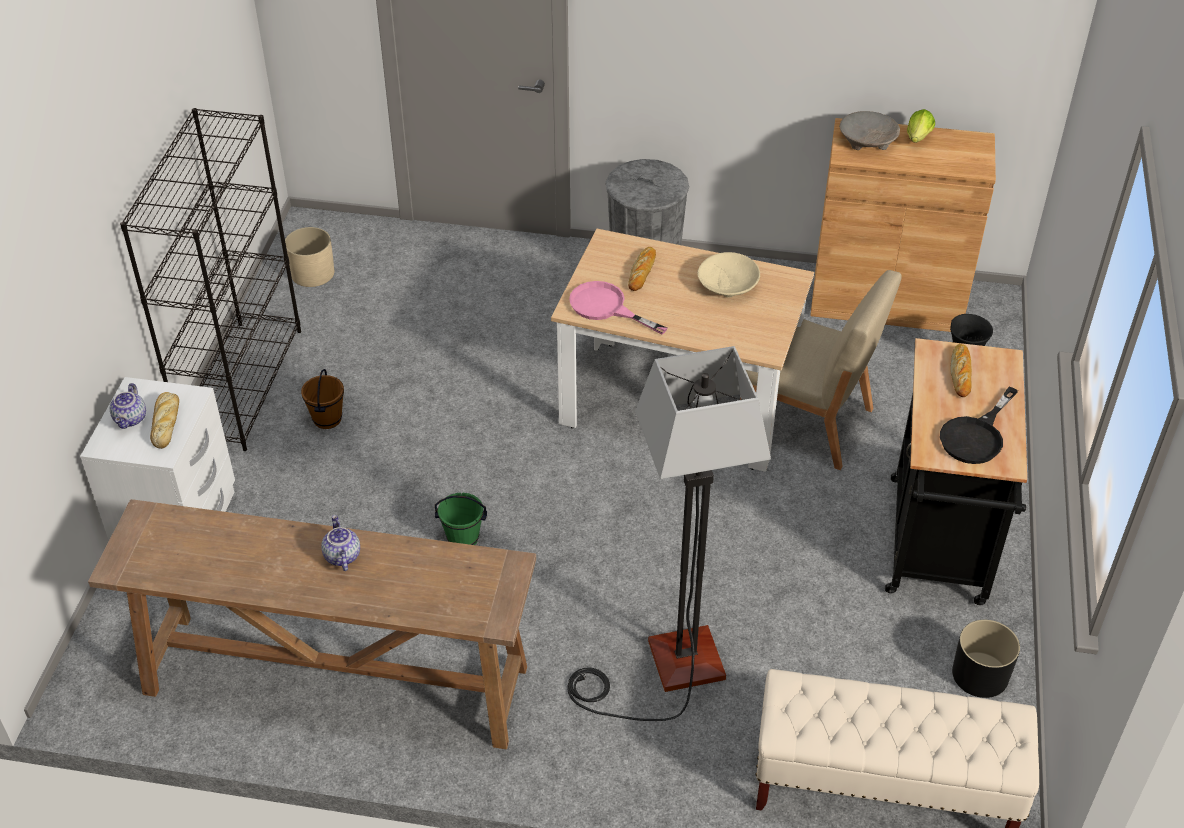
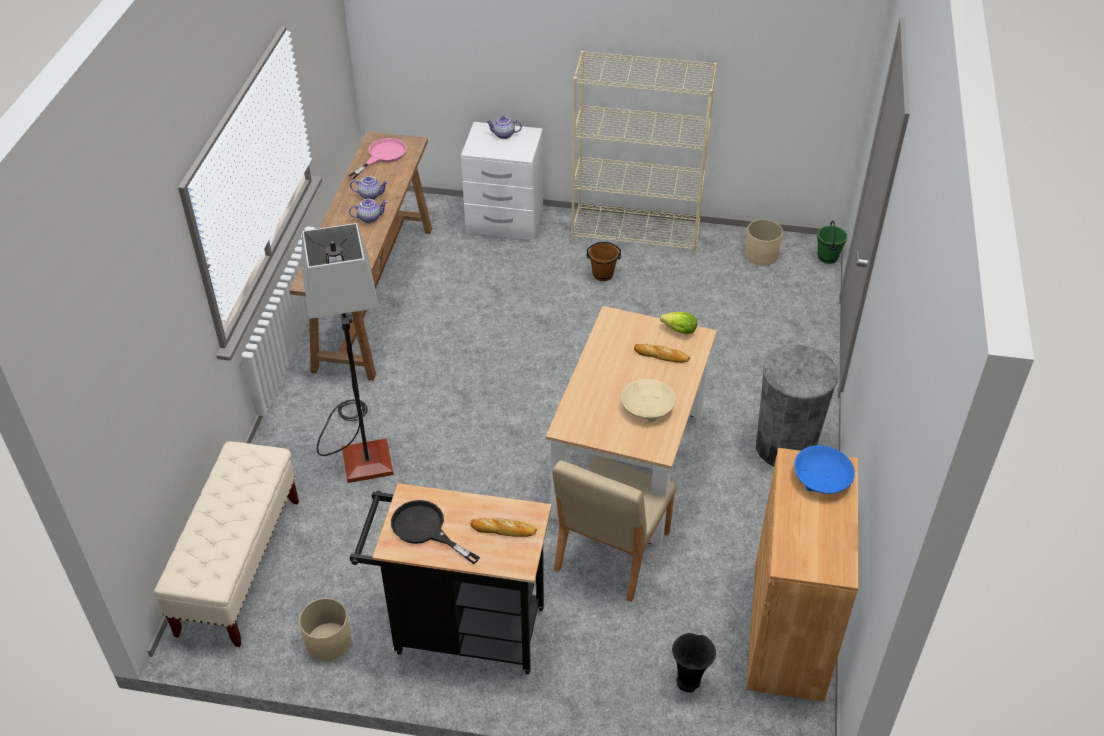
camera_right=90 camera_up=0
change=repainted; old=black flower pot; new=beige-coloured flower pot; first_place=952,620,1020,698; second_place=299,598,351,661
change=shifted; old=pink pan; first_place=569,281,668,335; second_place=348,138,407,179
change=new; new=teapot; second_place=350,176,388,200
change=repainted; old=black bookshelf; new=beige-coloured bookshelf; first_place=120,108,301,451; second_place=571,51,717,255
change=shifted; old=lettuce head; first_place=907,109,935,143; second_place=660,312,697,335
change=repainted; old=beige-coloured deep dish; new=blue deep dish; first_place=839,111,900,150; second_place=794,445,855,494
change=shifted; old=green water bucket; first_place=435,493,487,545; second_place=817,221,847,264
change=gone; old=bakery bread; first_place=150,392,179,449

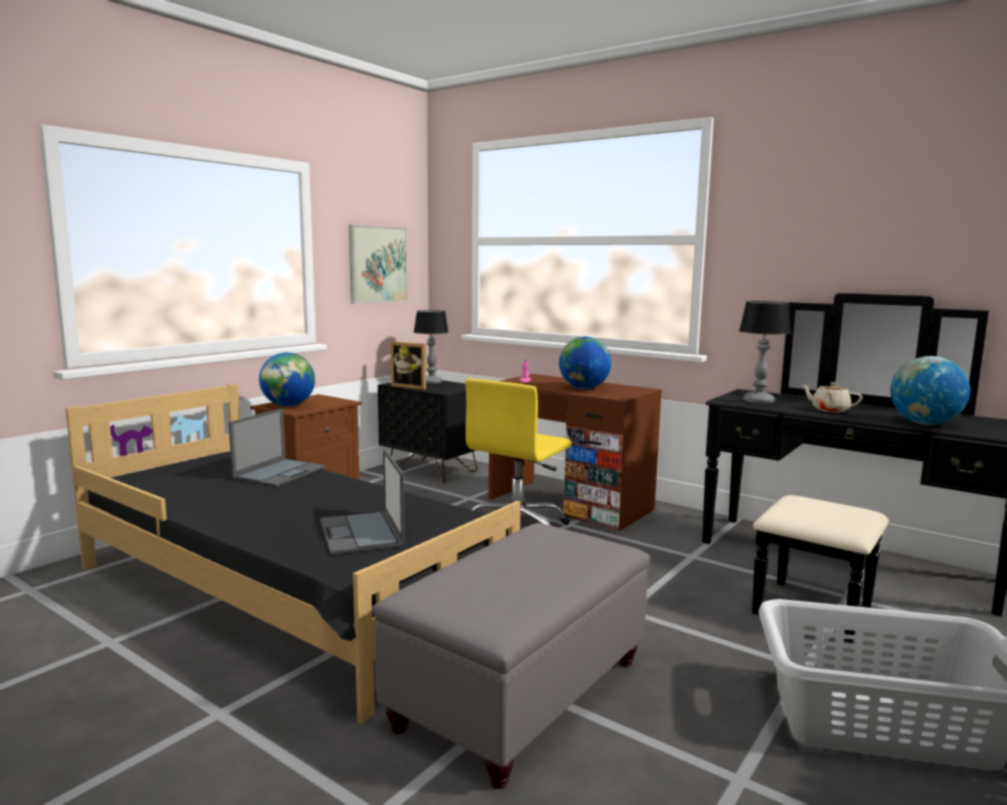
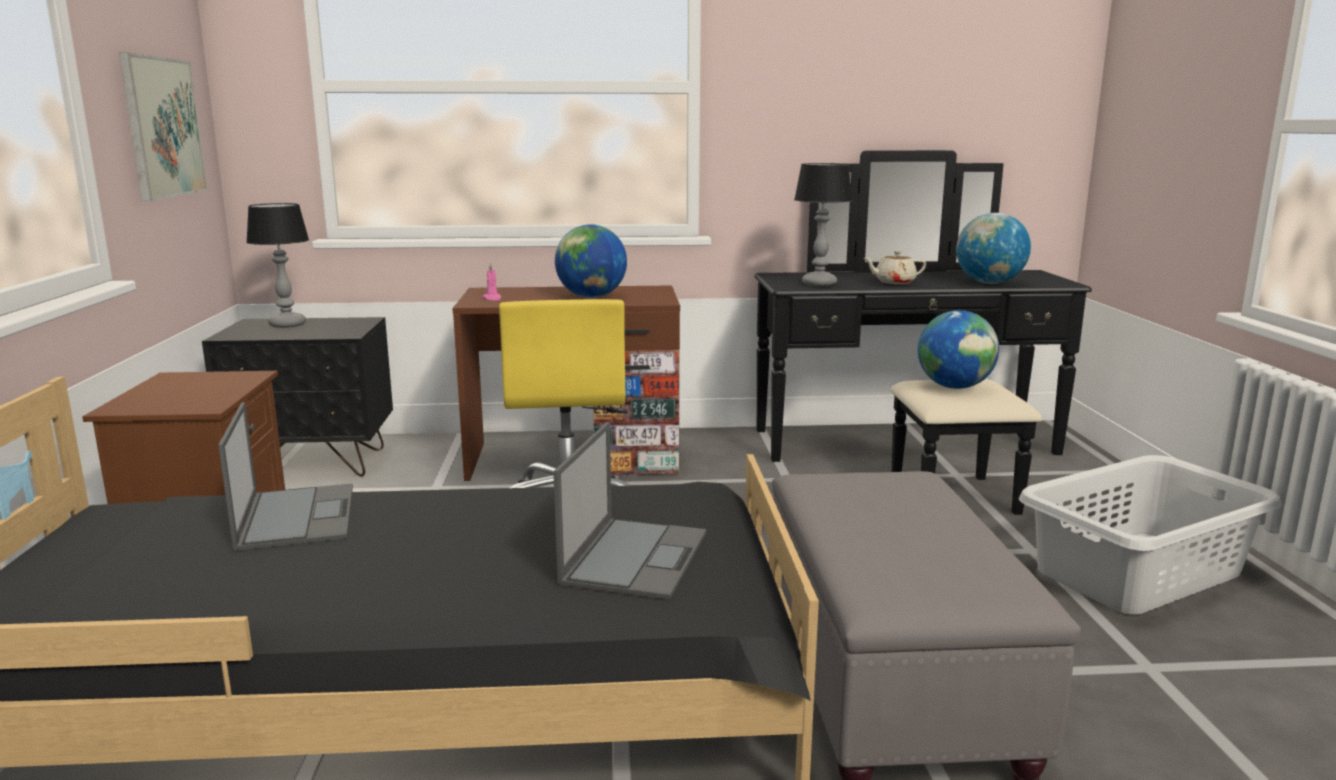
camera_right=-40 camera_up=5
change=rotated; old=portable computer; first_place=320,449,405,555; second_place=553,422,706,600; degrees=-105
change=shifted; old=globe; first_place=259,352,315,406; second_place=918,310,999,389
change=gone; old=photo frame; first_place=390,341,426,390

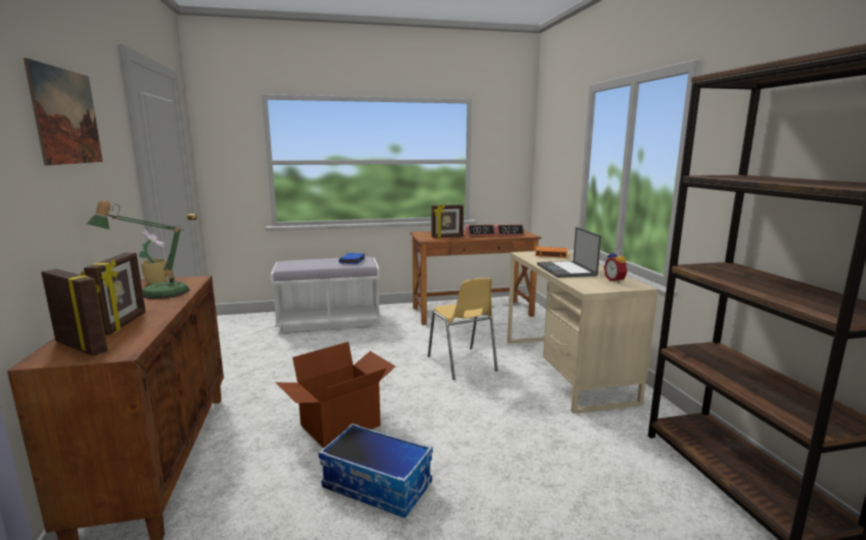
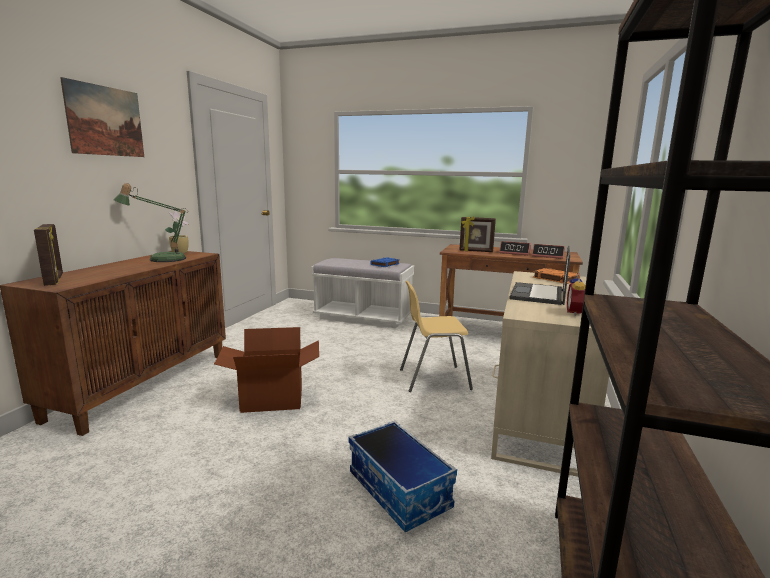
camera_right=30 camera_up=0
change=shifted; old=storage box; first_place=318,423,433,518; second_place=349,421,457,532
change=rotated; old=yellowish chair; first_place=428,278,498,380; second_place=400,281,473,392; degrees=75
change=gone; old=photo frame; first_place=84,252,146,335

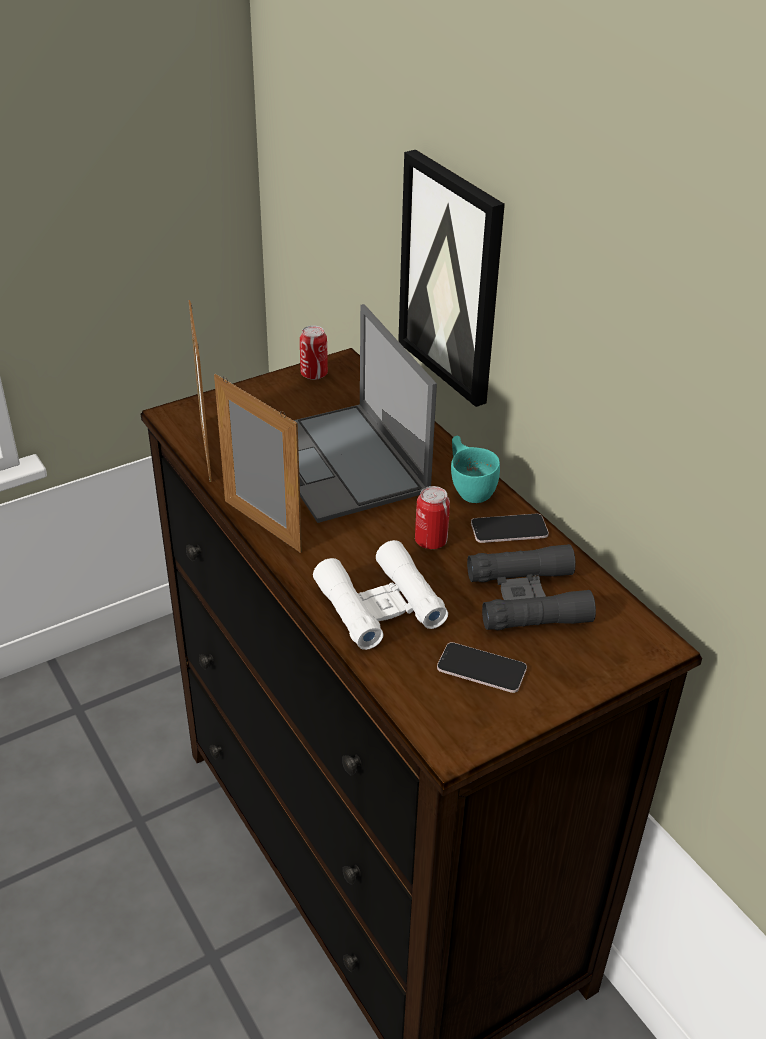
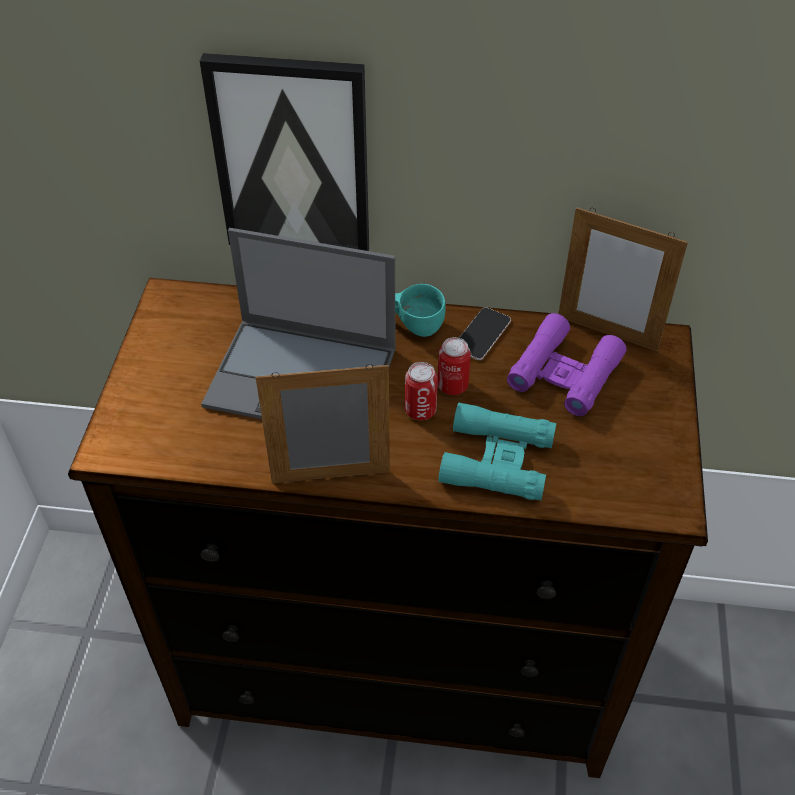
camera_right=-50 camera_up=10
change=shifted; old=can; first_place=300,325,328,380; second_place=405,362,438,420
change=repainted; old=whitish binoculars; new=blue-green binoculars; first_place=313,540,448,650; second_place=438,402,556,500
change=repainted; old=black binoculars; new=purplish binoculars; first_place=467,544,596,630; second_place=507,313,627,416
change=shifted; old=photo frame; first_place=189,300,212,482; second_place=559,207,688,352
change=gone; old=handset; first_place=437,642,527,693

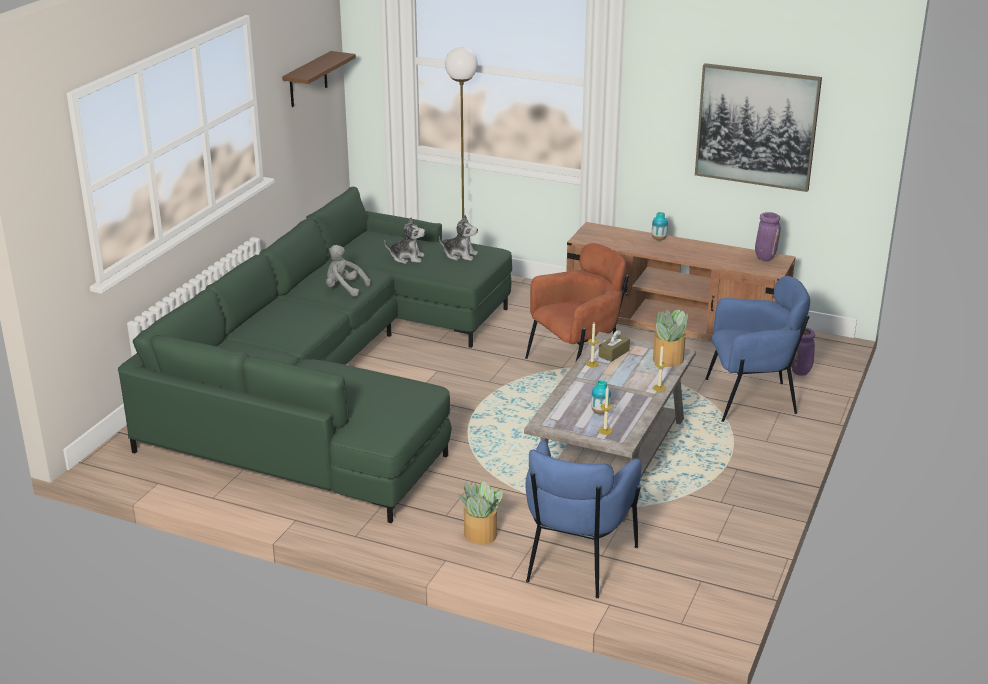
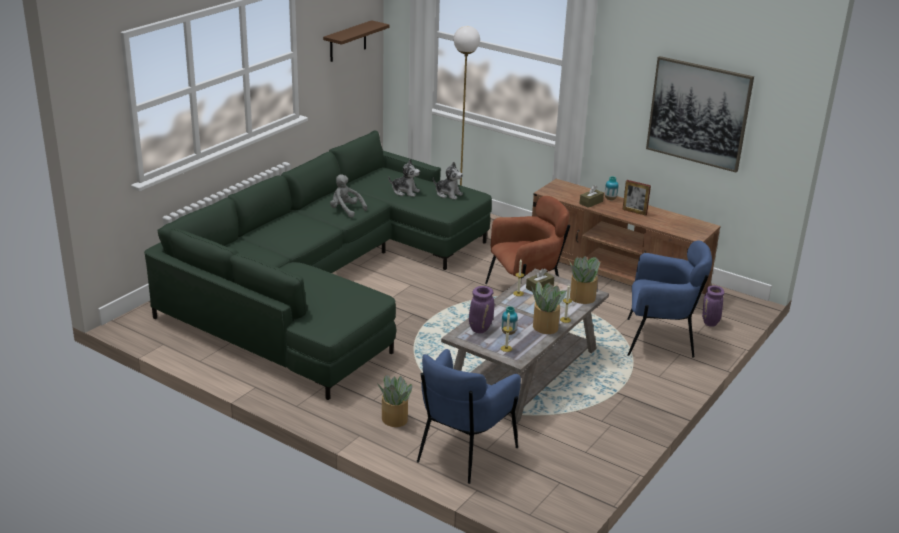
camera_right=10 camera_up=0
change=shifted; old=purplish decorative vase; first_place=755,212,781,261; second_place=469,286,495,333
change=new; new=houseplant; second_place=532,281,566,334
change=new; new=brown-coloured tissue holder; second_place=579,185,604,208
change=new; new=photo frame; second_place=622,180,651,216

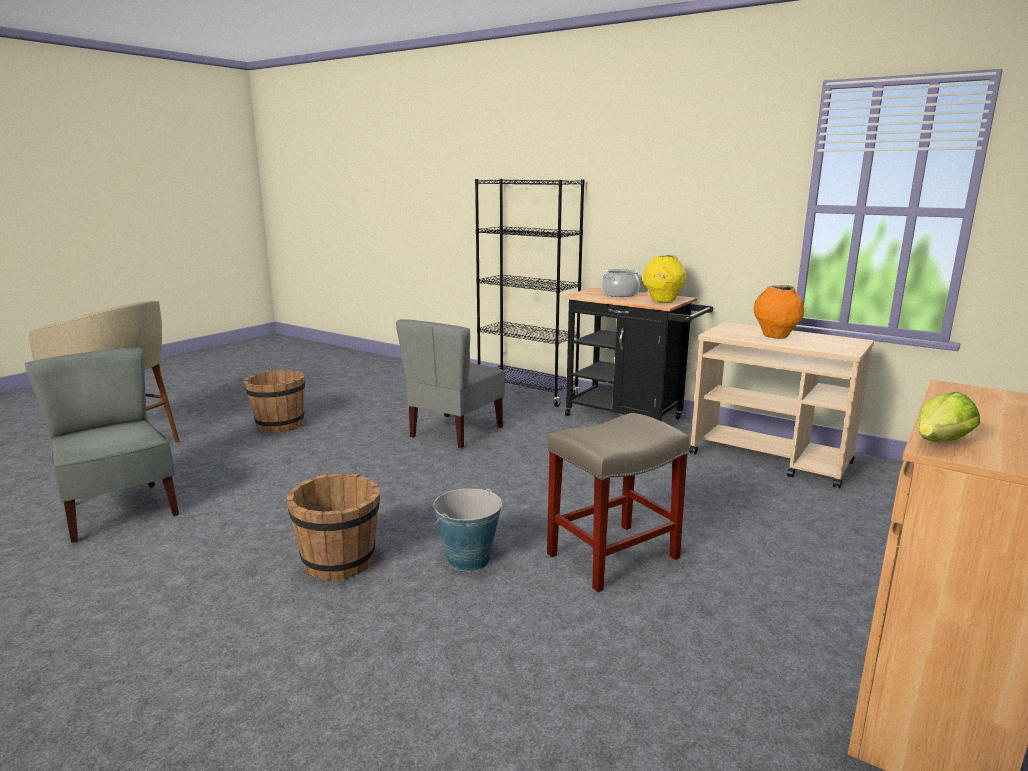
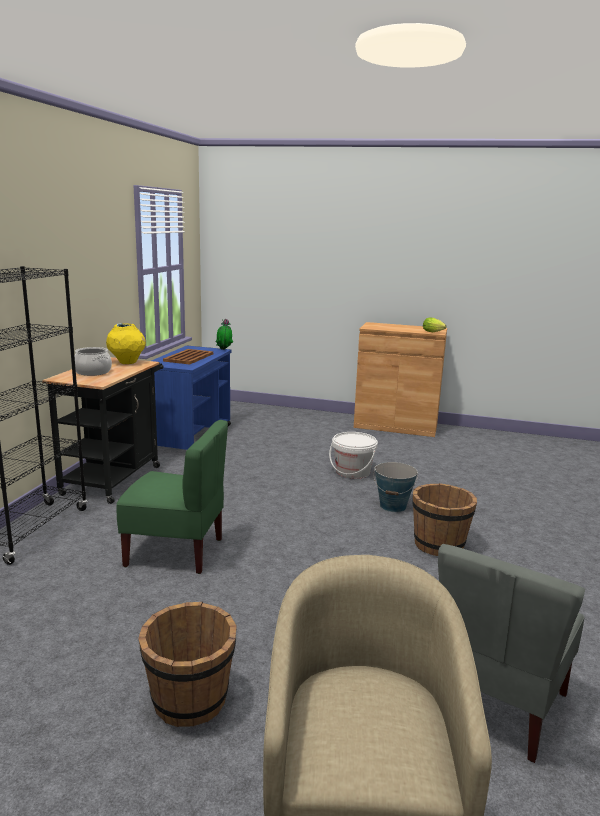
camera_right=-110 camera_up=0
change=repainted; old=grey chair; new=green chair; first_place=396,319,505,449; second_place=116,420,228,574
change=repainted; old=beige-coloured wheeled cart; new=blue wheeled cart; first_place=689,322,874,488; second_place=152,346,232,450
change=swapped; old=orange-coloured decorative vase; new=brown-coloured tray; first_place=753,285,804,339; second_place=163,349,213,364
change=new; new=houseplant; second_place=215,318,233,350
change=swapped; old=beige-coloured sitting stool; new=whitish water bucket; first_place=547,413,690,592; second_place=329,432,378,479

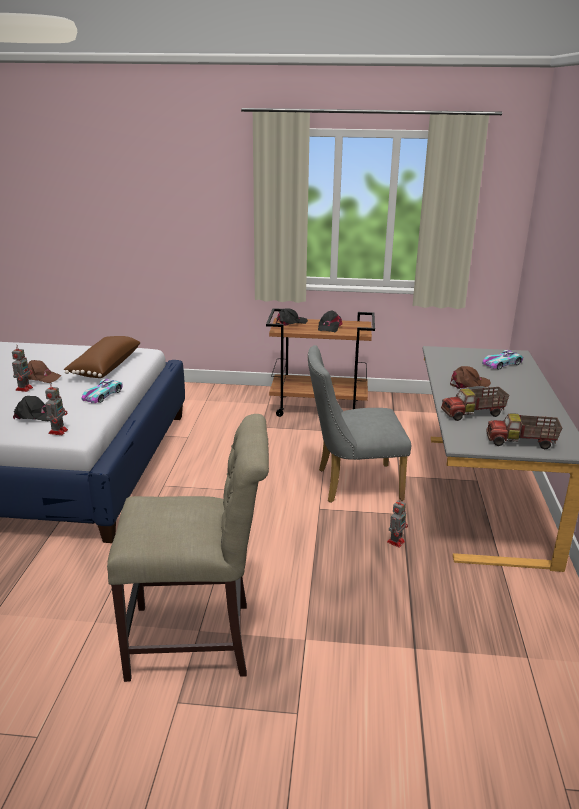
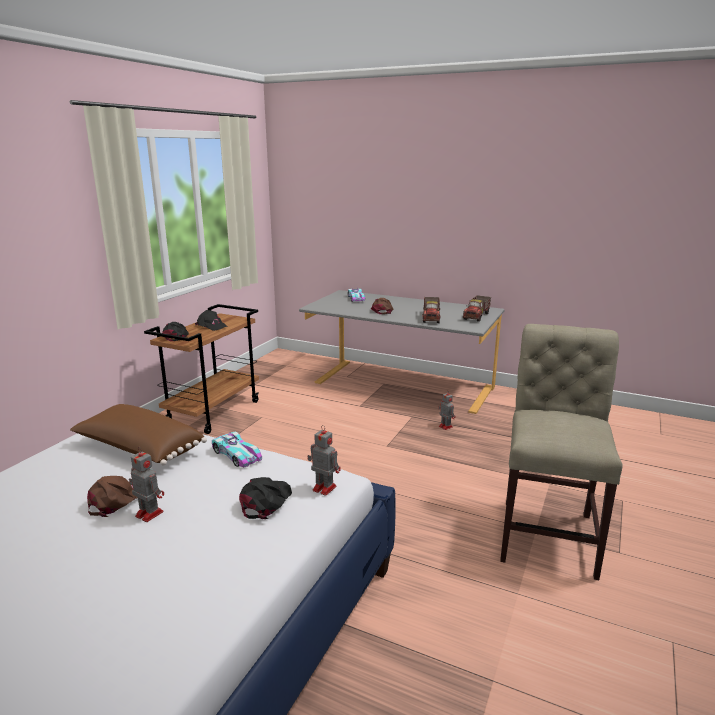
camera_right=-70 camera_up=-5
change=gone; old=grey chair; first_place=308,345,411,503

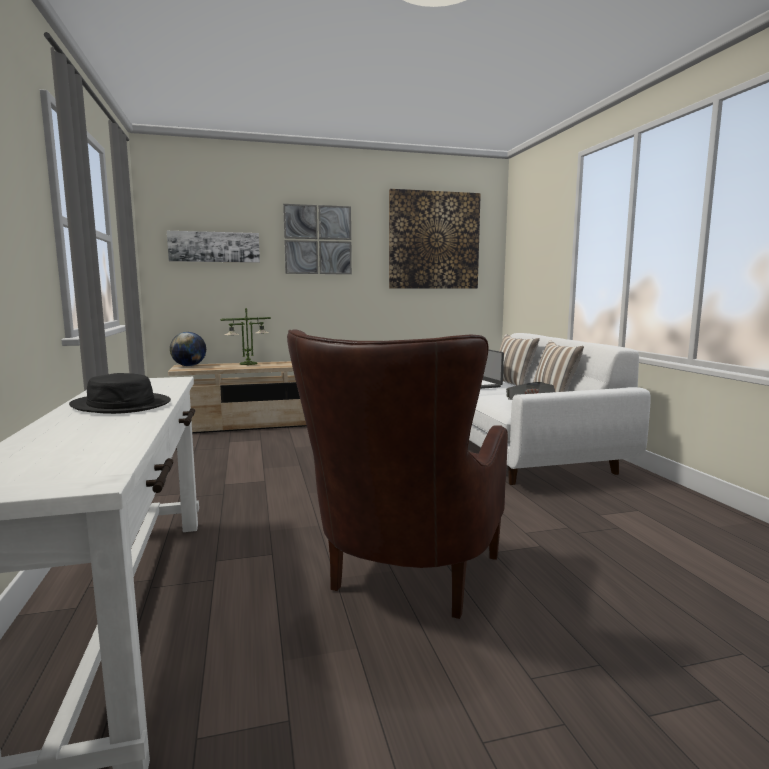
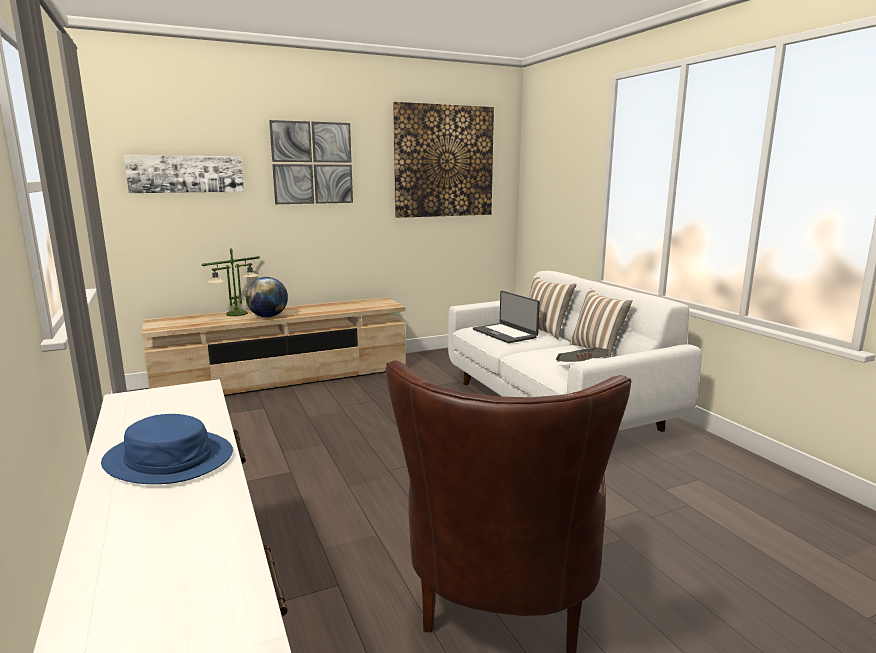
camera_right=-10 camera_up=5
change=repainted; old=black hat; new=blue hat; first_place=69,373,171,414; second_place=101,414,233,484
change=shifted; old=globe; first_place=170,332,206,366; second_place=246,277,288,318

